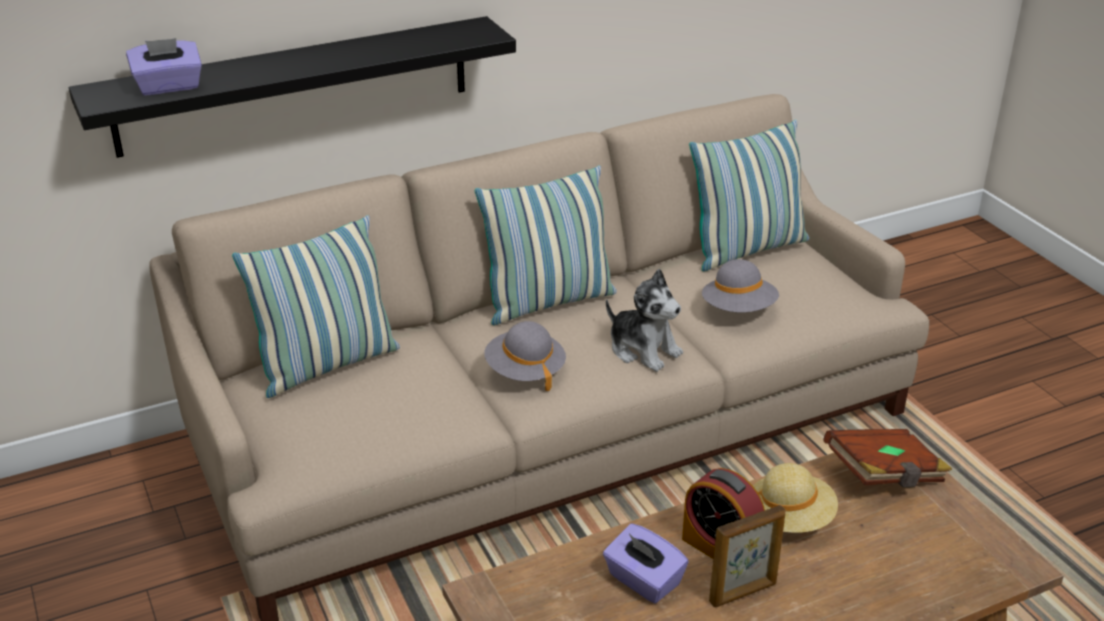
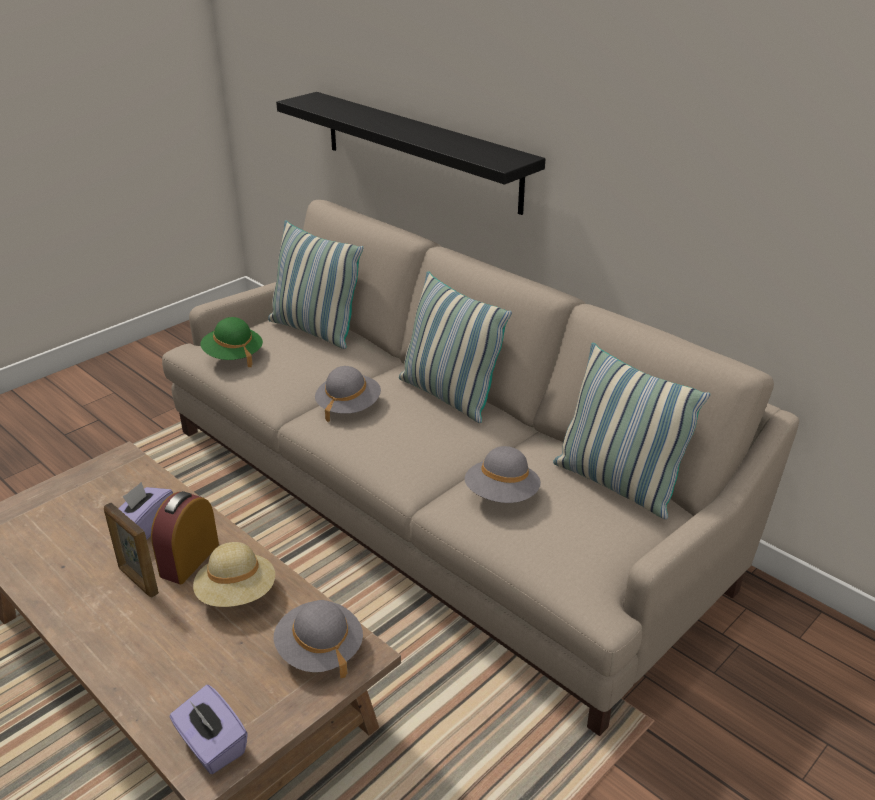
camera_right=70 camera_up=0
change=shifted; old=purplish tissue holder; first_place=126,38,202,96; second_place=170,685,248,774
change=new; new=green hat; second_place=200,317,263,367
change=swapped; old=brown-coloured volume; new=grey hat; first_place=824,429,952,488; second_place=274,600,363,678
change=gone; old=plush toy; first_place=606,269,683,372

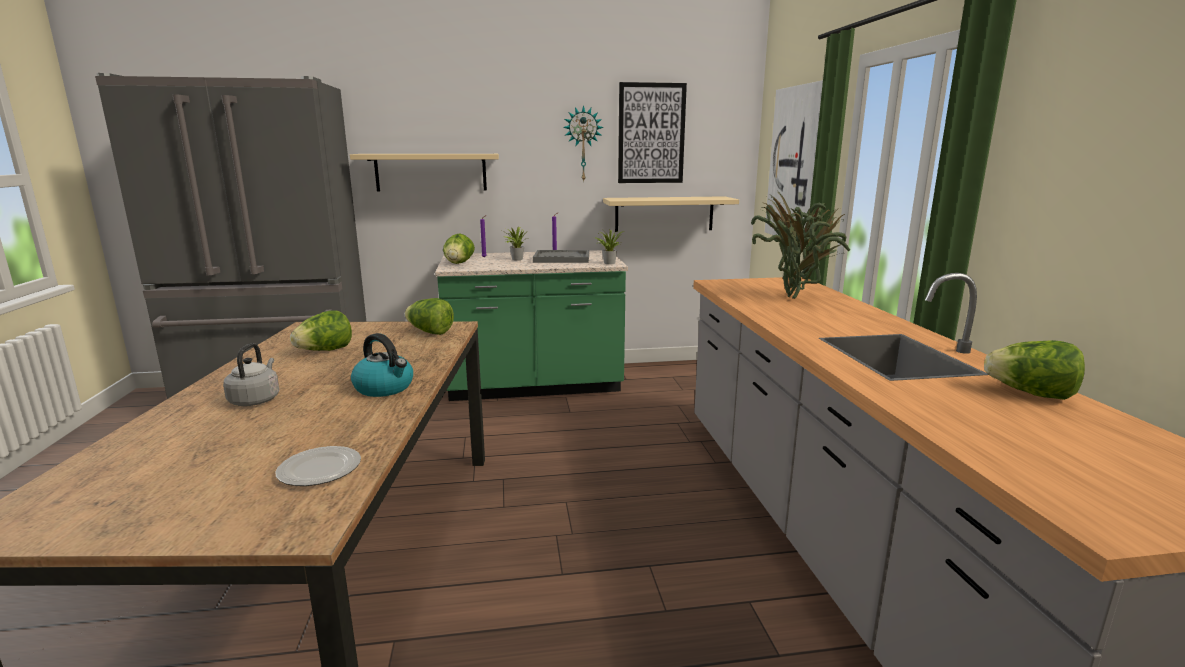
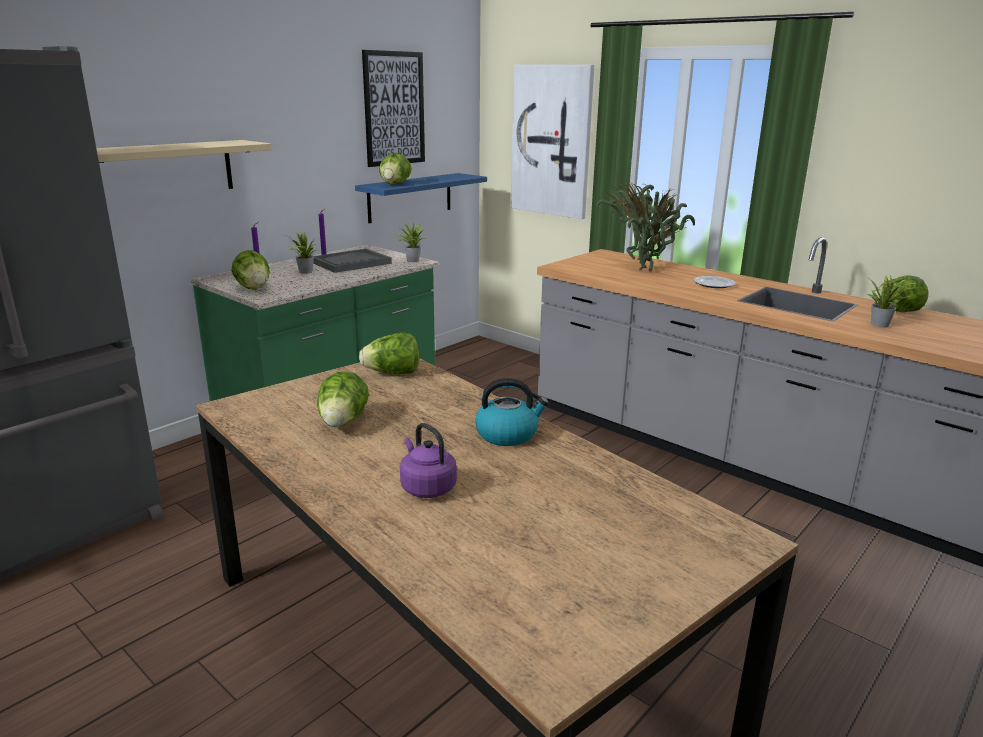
camera_right=-40 camera_up=5
change=repainted; old=beige-coloured bracket shelf; new=blue bracket shelf; first_place=603,196,739,232; second_place=355,173,487,223
change=new; new=lettuce head; second_place=379,153,412,185
change=repainted; old=grey kettle; new=purplish kettle; first_place=223,343,279,406; second_place=400,423,457,498
change=shifted; old=plate; first_place=275,446,361,486; second_place=693,276,736,288
change=new; new=houseplant; second_place=866,275,916,328
change=gone; old=hanging clock; first_place=563,105,604,182

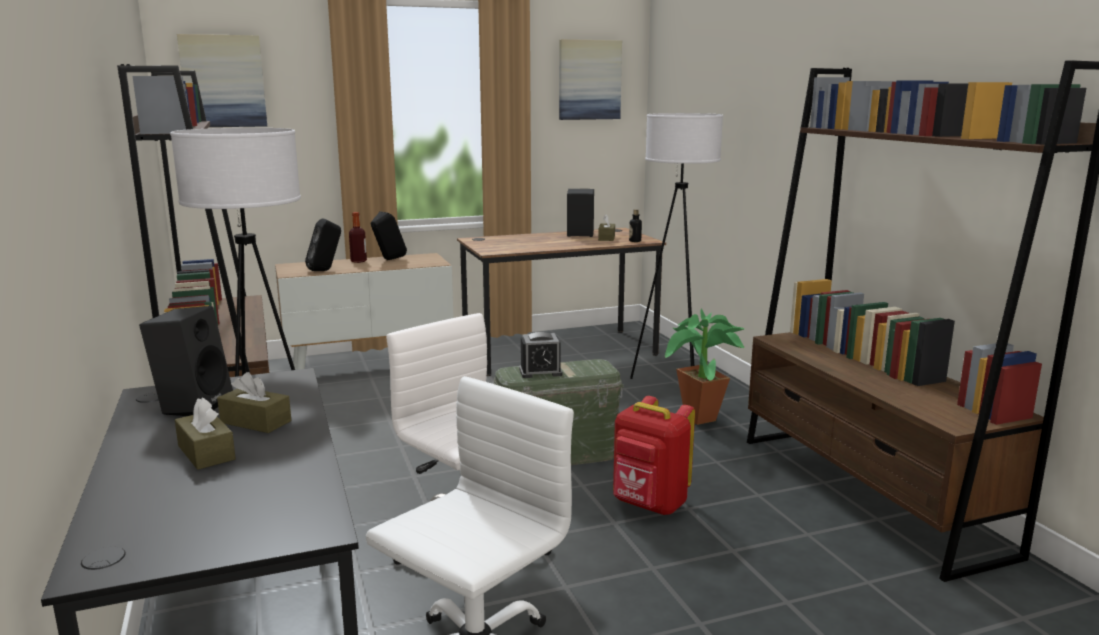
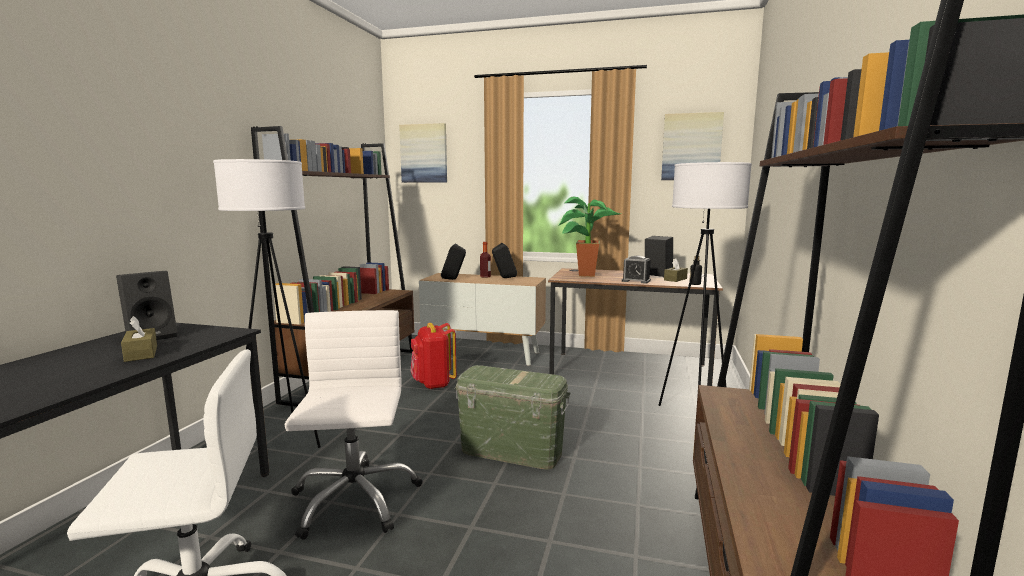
camera_right=35 camera_up=-5
change=shifted; old=reddish knapsack; first_place=613,396,695,515; second_place=410,323,456,389
change=shifted; old=houseplant; first_place=665,309,744,425; second_place=558,197,621,277
change=shifted; old=bedside clock; first_place=519,332,563,378; second_place=622,255,651,284
change=gone; old=brown-coloured tissue holder; first_place=175,397,236,470

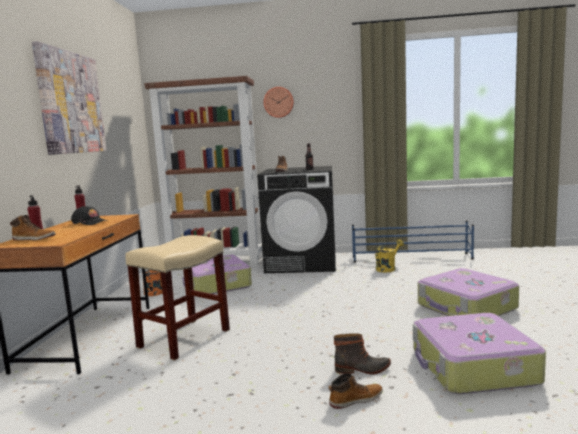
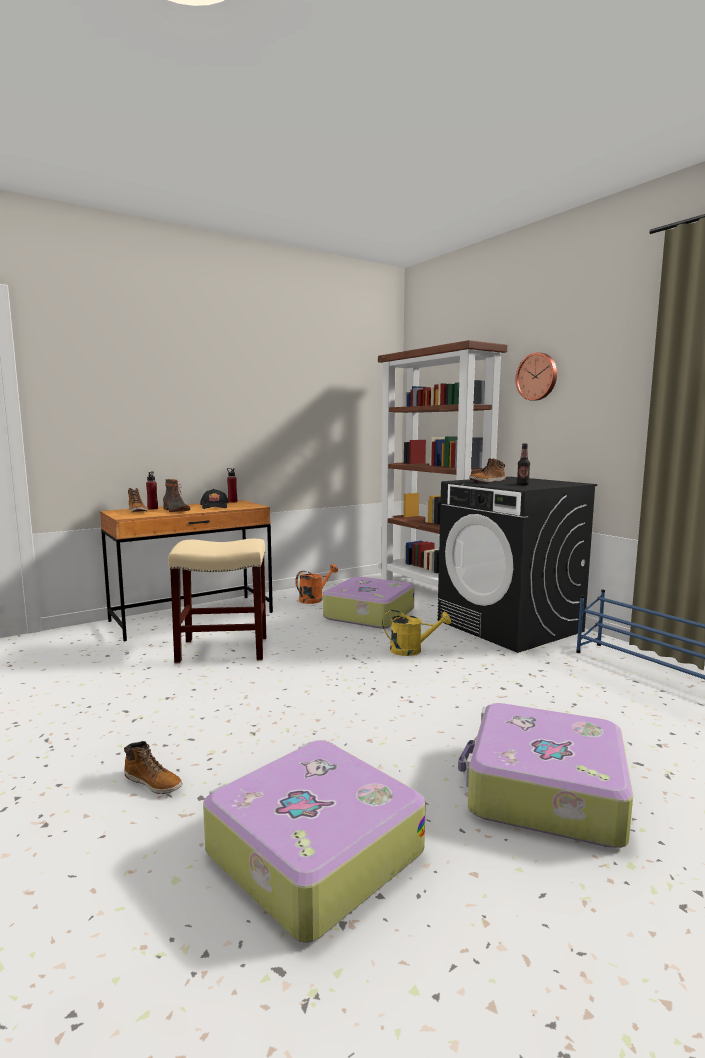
camera_right=50 camera_up=0
change=shifted; old=high-top boot; first_place=334,333,391,374; second_place=163,479,190,512
change=shifted; old=yellowish watering pot; first_place=375,239,404,272; second_place=382,610,451,656
change=gone; old=wall picture; first_place=32,41,107,155

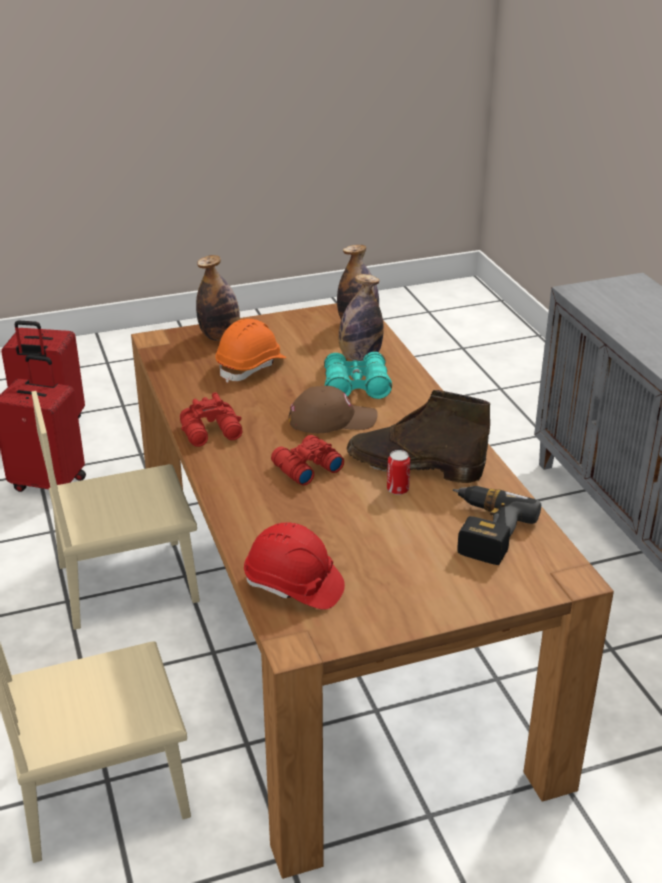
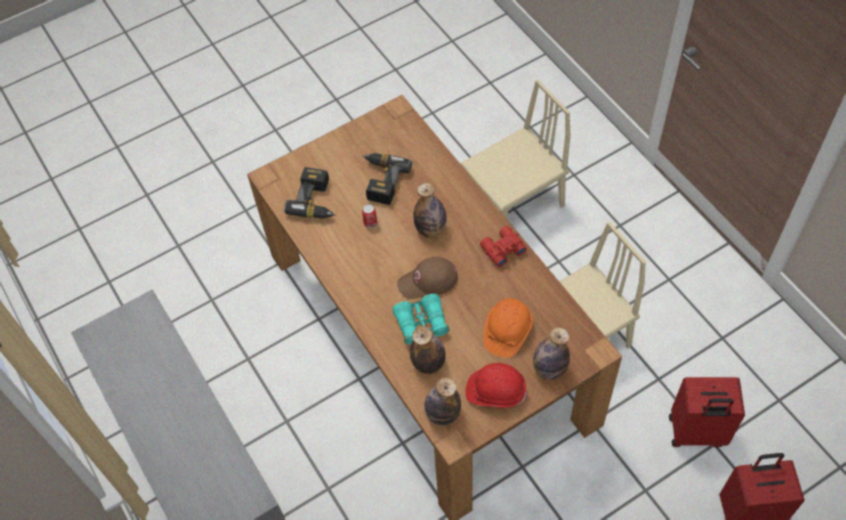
camera_right=170 camera_up=25
change=new; new=power drill; second_place=362,153,412,205
change=swapped; old=reddish binoculars; new=drink bottle; first_place=271,435,344,486; second_place=413,183,447,238
change=shifted; old=reddish safety helmet; first_place=244,523,345,610; second_place=465,363,527,408
change=gone; old=brown-coloured high-top boot; first_place=347,390,490,483

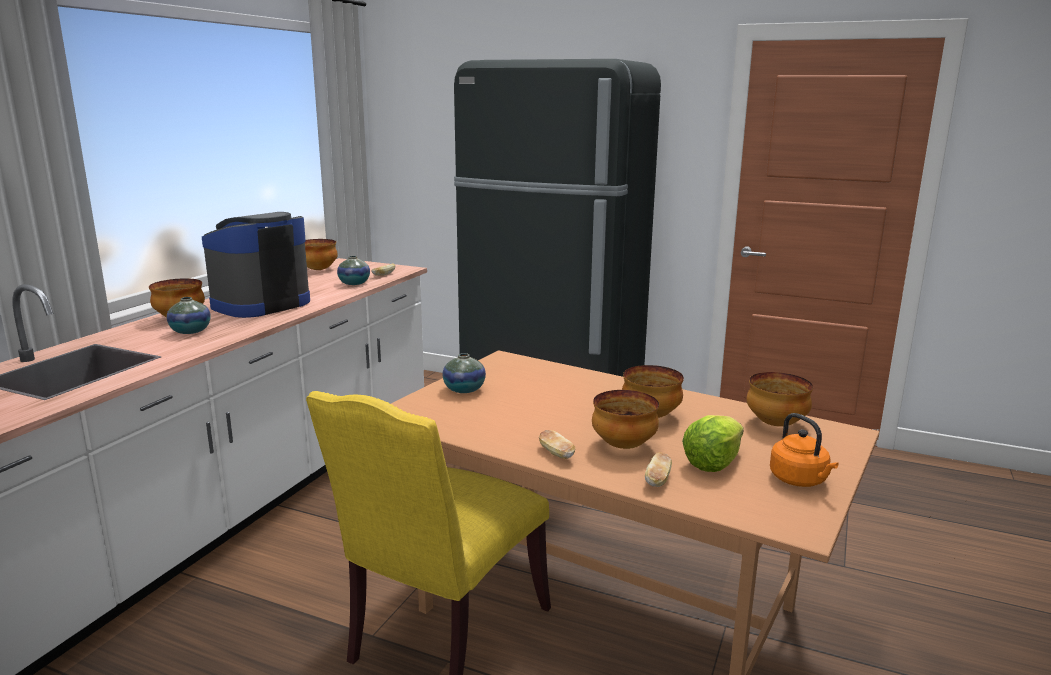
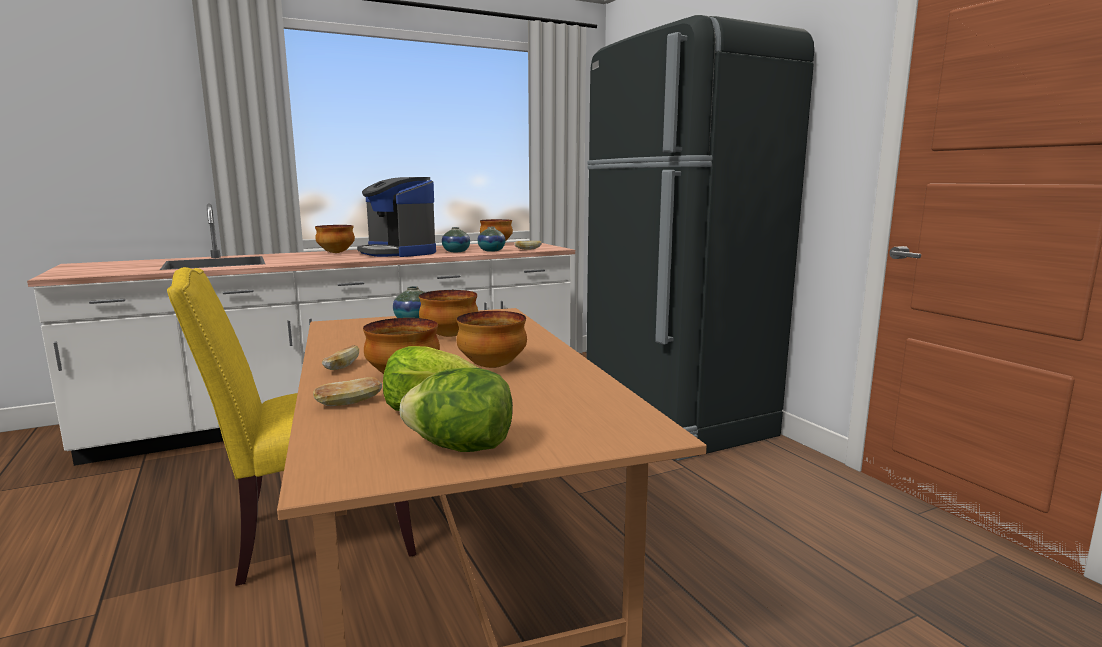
camera_right=40 camera_up=-5
change=rotated; old=coffee machine; first_place=202,212,310,318; second_place=357,177,436,257; degrees=-120
change=swapped; old=orange-coloured kettle; new=lettuce head; first_place=770,413,838,487; second_place=400,368,513,452
change=shifted; old=deep dish; first_place=747,372,813,427; second_place=419,290,478,337
change=shifted; old=decorative vase; first_place=167,297,210,334; second_place=442,227,470,252

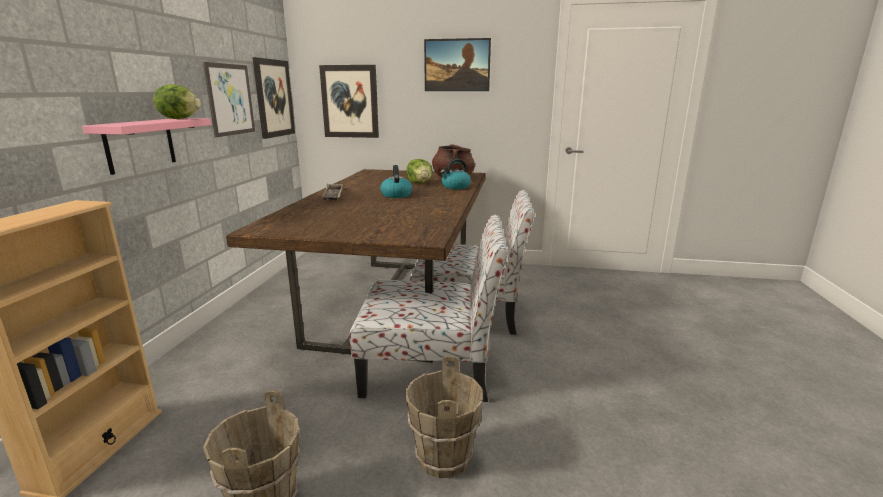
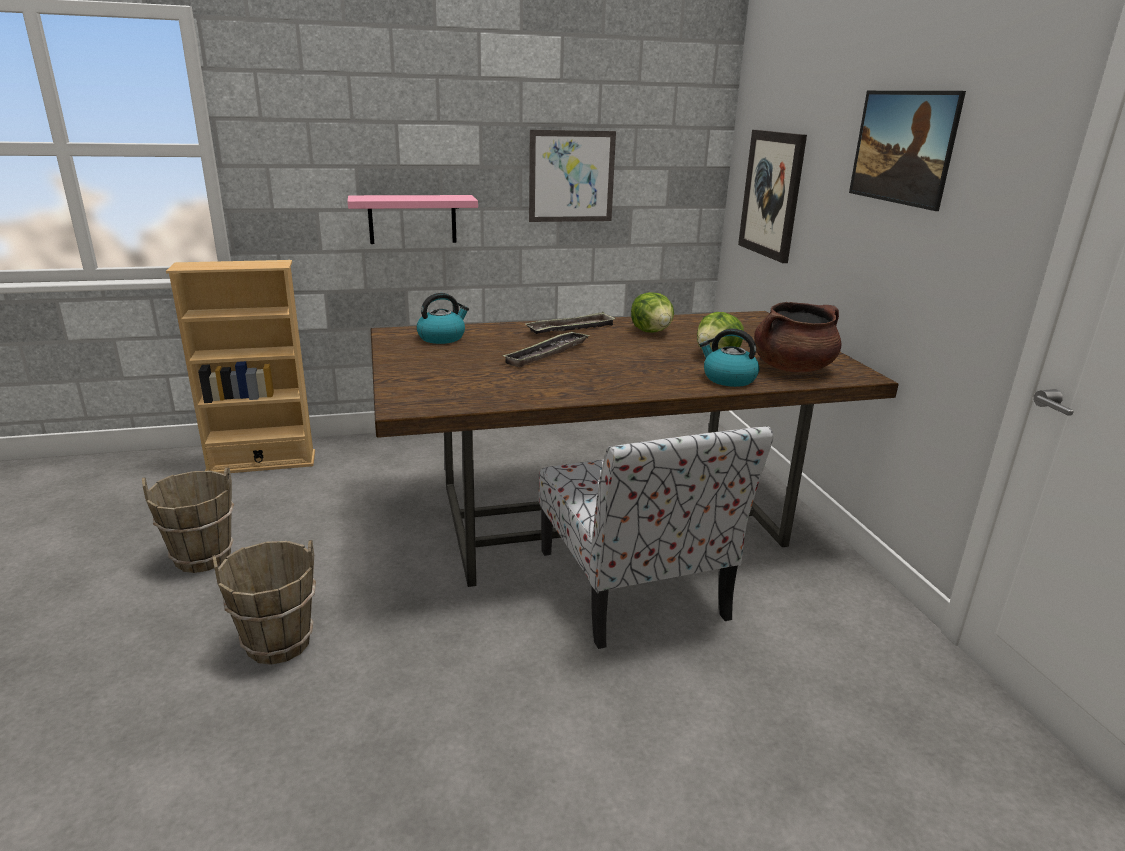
camera_right=65 camera_up=5
change=shifted; old=kettle; first_place=380,165,412,198; second_place=417,293,469,344
change=new; new=tray; second_place=503,331,590,367
change=shifted; old=lettuce head; first_place=153,84,201,119; second_place=631,292,674,333
change=gone; old=wall picture; first_place=252,57,295,139
change=gone; old=chair; first_place=350,215,508,402

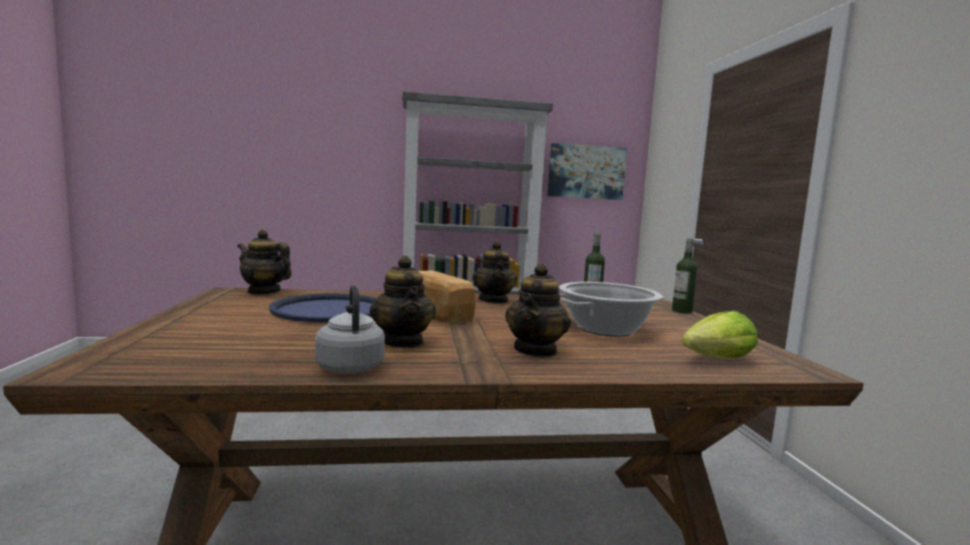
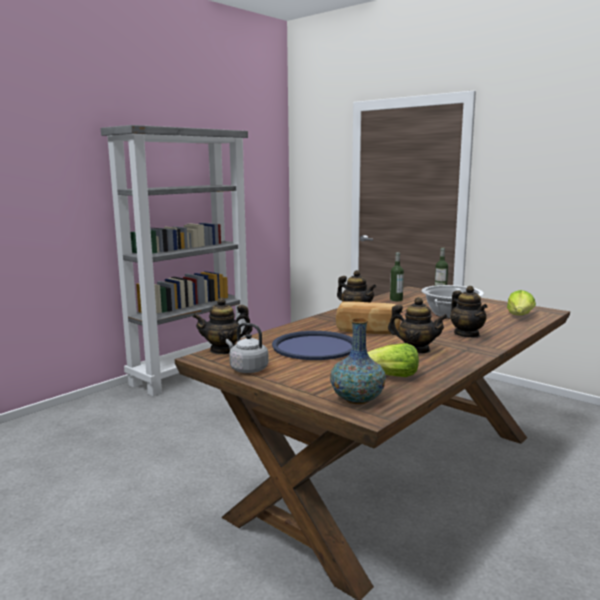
camera_right=-40 camera_up=5
change=shifted; old=grey kettle; first_place=315,285,385,373; second_place=226,323,269,373
change=new; new=decorative vase; second_place=330,318,386,404
change=new; new=lettuce head; second_place=367,343,419,377
change=gone; old=wall picture; first_place=548,143,627,200

